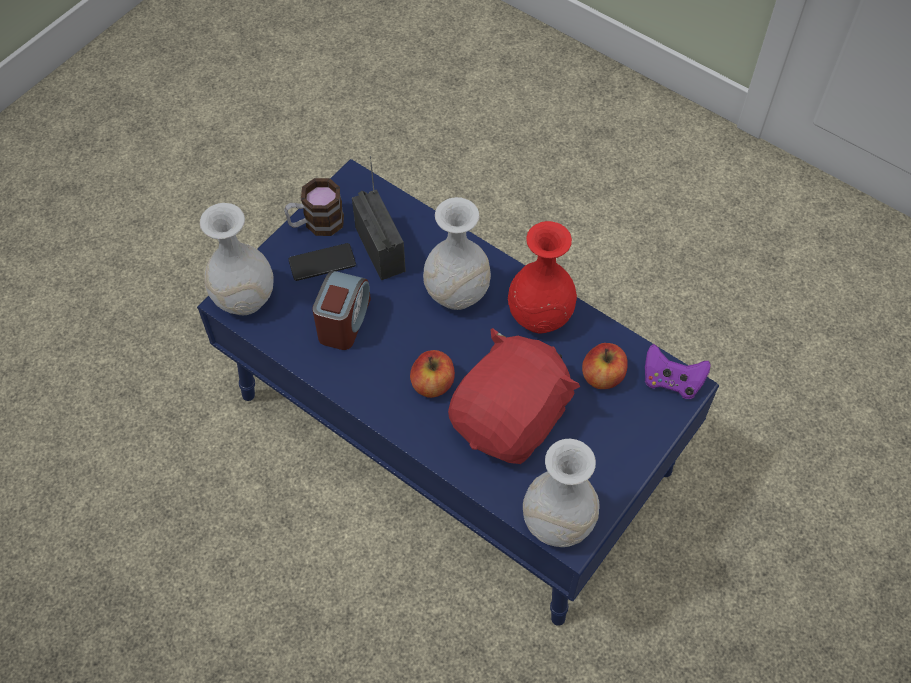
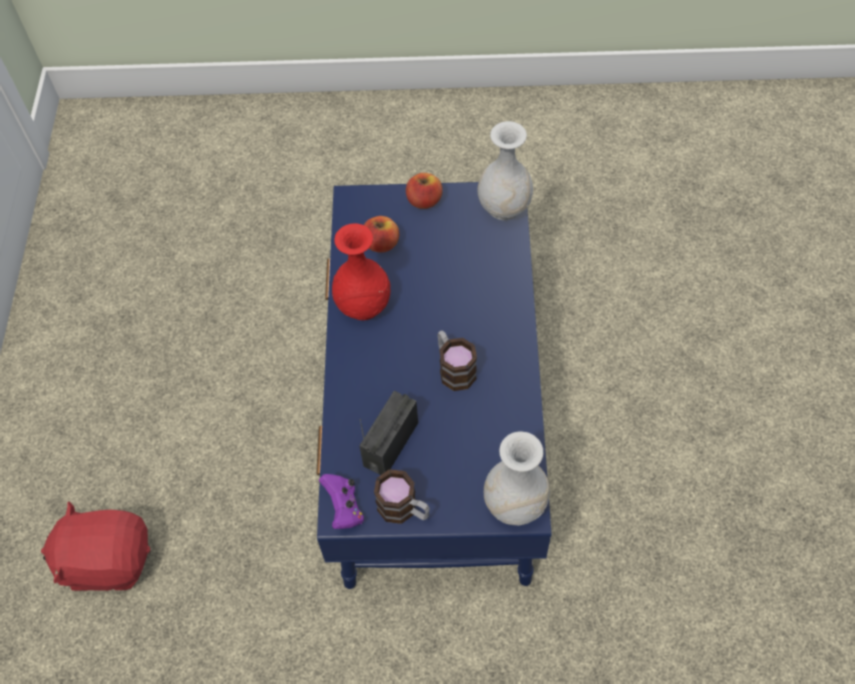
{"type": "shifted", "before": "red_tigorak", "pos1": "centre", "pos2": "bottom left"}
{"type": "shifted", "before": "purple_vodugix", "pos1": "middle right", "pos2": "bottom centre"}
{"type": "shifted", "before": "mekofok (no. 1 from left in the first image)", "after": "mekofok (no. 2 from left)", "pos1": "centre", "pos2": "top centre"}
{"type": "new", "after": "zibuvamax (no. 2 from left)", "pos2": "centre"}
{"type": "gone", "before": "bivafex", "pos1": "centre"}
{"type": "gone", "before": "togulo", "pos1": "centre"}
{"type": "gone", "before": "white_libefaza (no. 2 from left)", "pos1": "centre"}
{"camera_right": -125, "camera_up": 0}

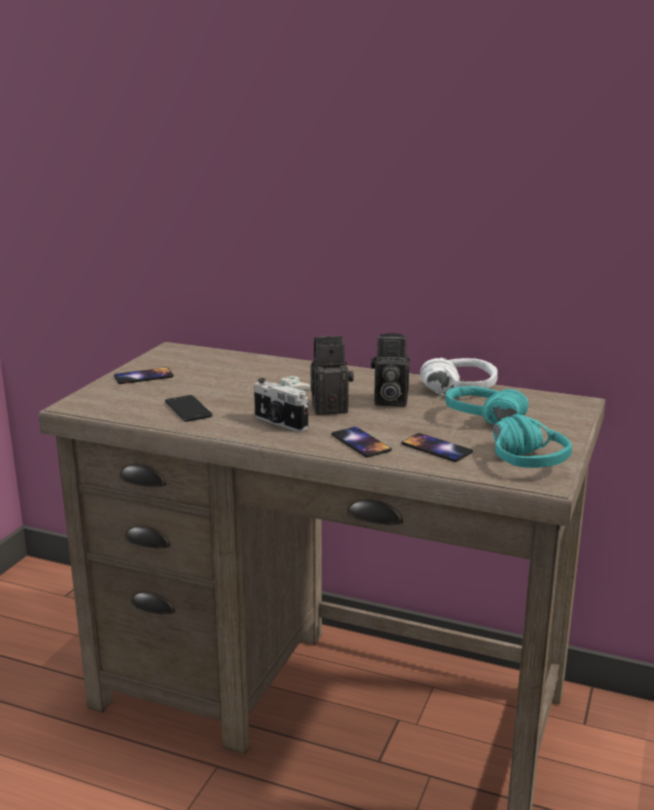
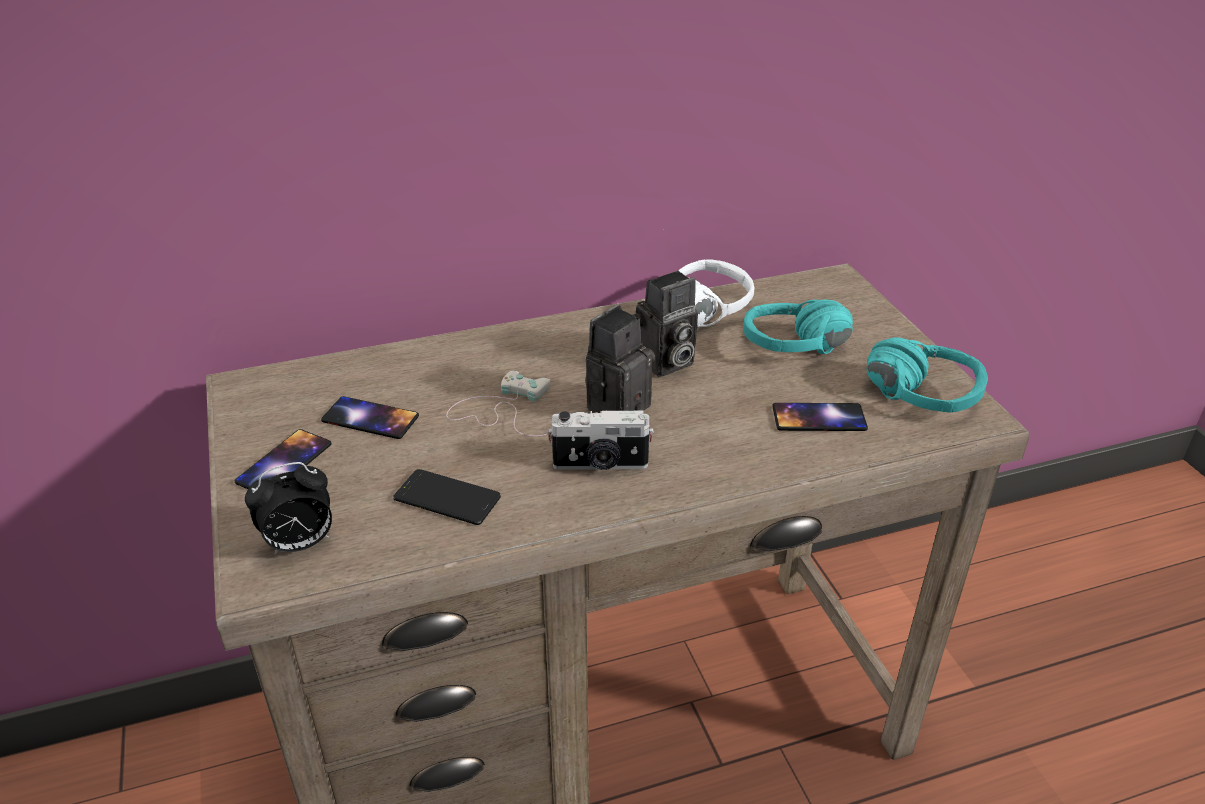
{"type": "new", "after": "togulo", "pos2": "middle left"}
{"type": "shifted", "before": "bivafex (no. 3 from left in the first image)", "after": "bivafex (no. 2 from left)", "pos1": "centre", "pos2": "middle left"}
{"camera_right": -40, "camera_up": 15}

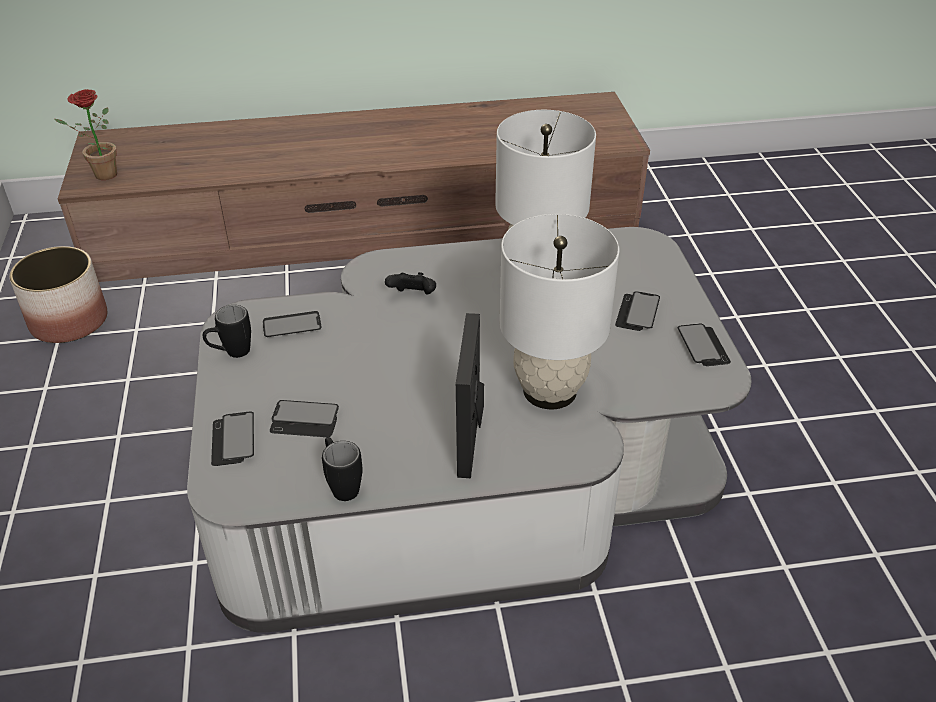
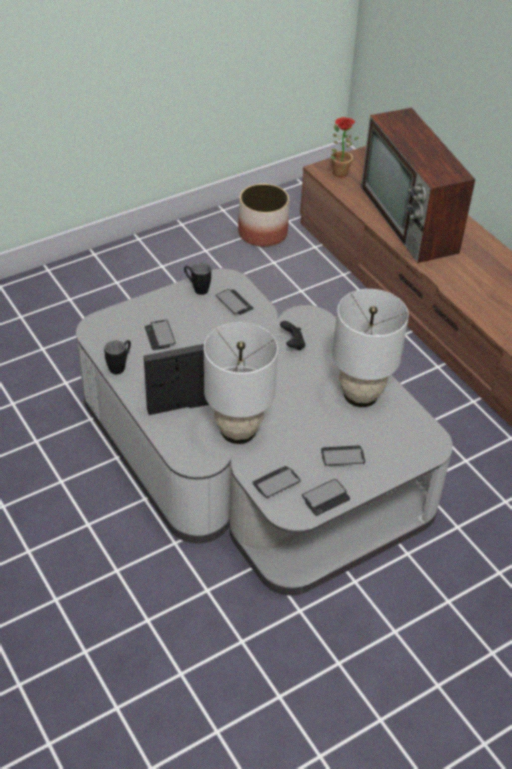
{"type": "shifted", "before": "bivafex (no. 1 from left in the first image)", "after": "bivafex (no. 3 from left)", "pos1": "middle left", "pos2": "centre"}
{"type": "new", "after": "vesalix", "pos2": "top right"}
{"camera_right": 65, "camera_up": 5}

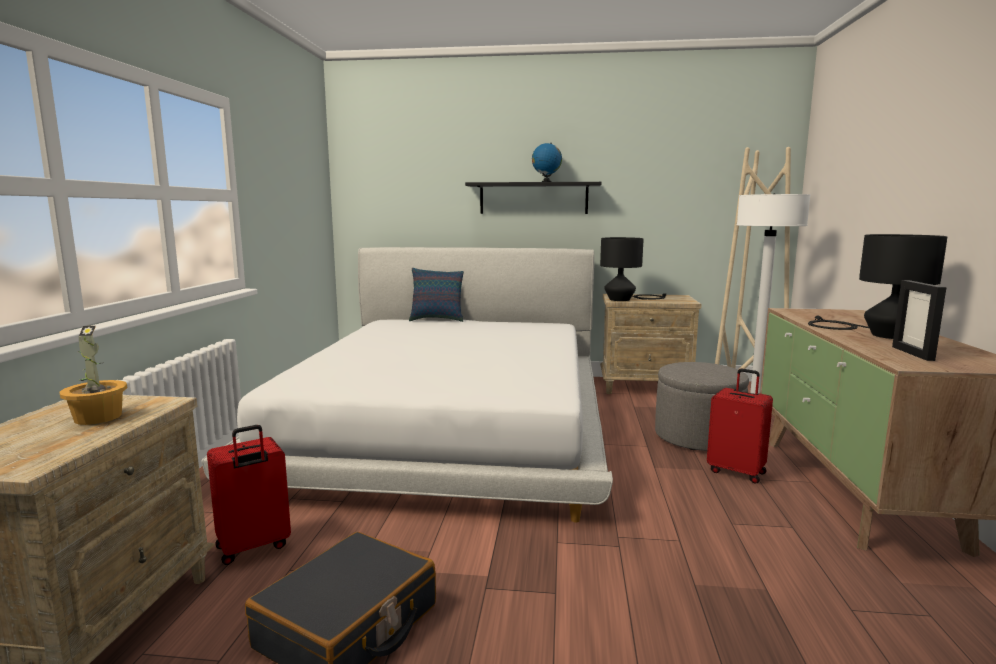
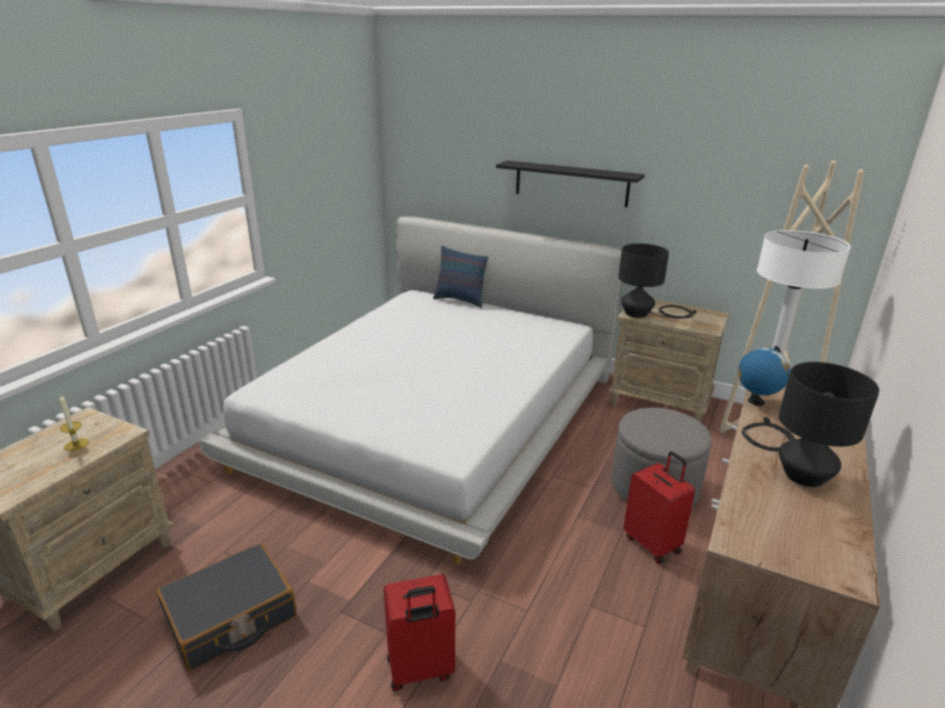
{"type": "swapped", "before": "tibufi", "after": "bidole", "pos1": "middle left", "pos2": "middle left"}
{"type": "shifted", "before": "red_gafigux (no. 1 from left)", "pos1": "bottom left", "pos2": "bottom centre"}
{"type": "shifted", "before": "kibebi", "pos1": "top centre", "pos2": "middle right"}
{"type": "gone", "before": "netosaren", "pos1": "middle right"}
{"camera_right": 20, "camera_up": 15}

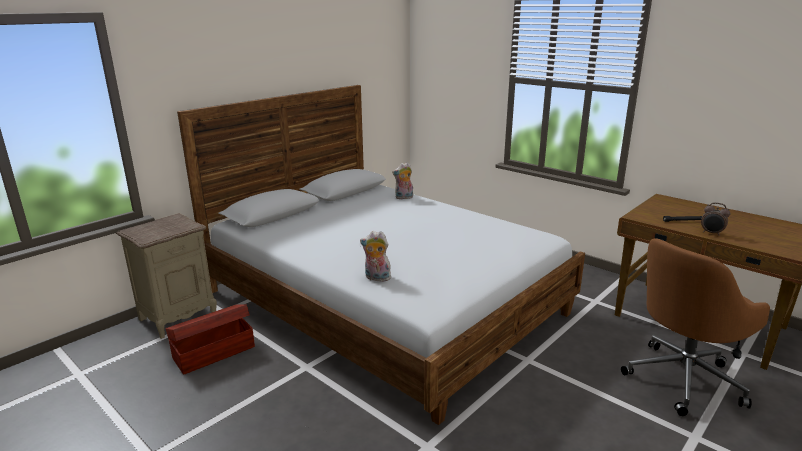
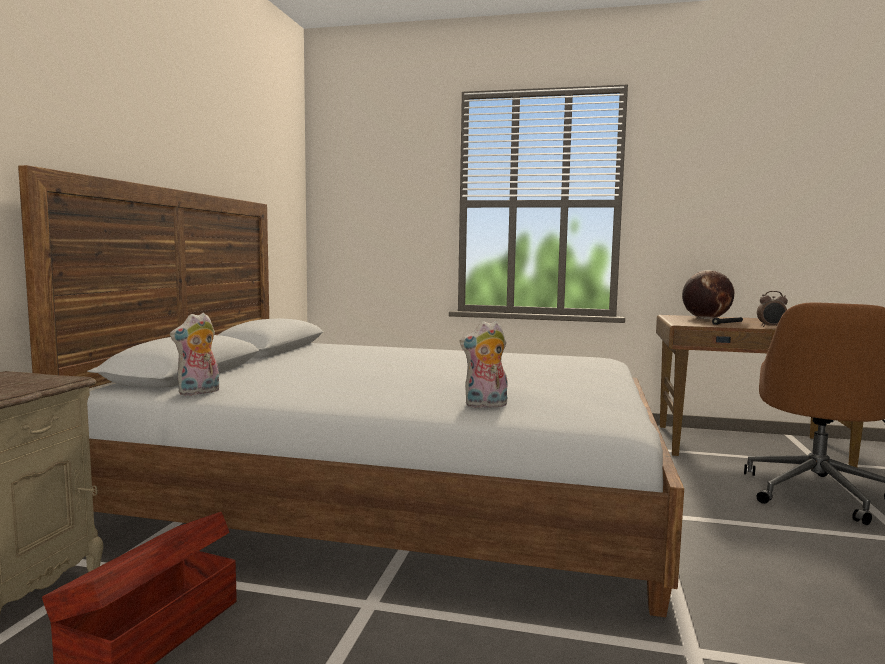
{"type": "shifted", "before": "tigorak (no. 2 from left in the first image)", "after": "tigorak (no. 1 from left)", "pos1": "centre", "pos2": "middle left"}
{"type": "new", "after": "kibebi", "pos2": "middle right"}
{"camera_right": -30, "camera_up": -15}

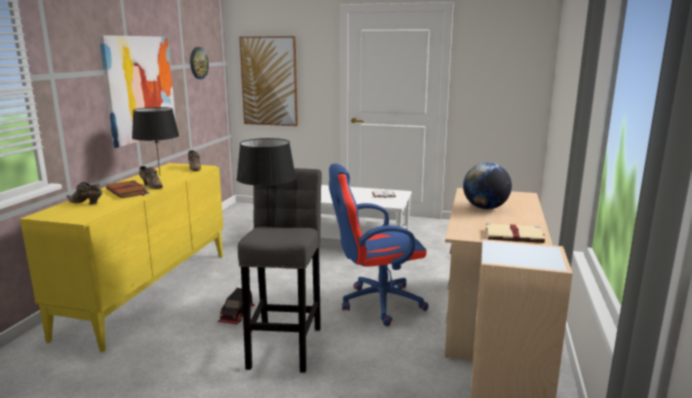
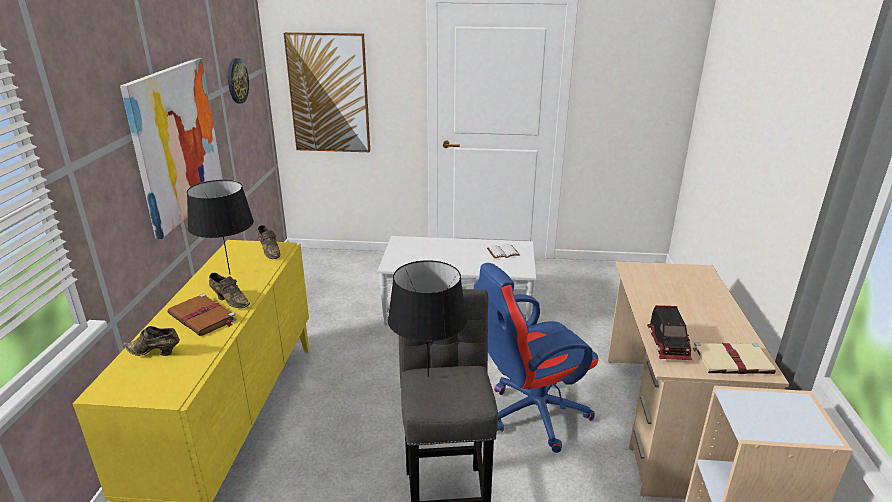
{"type": "shifted", "before": "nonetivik", "pos1": "bottom centre", "pos2": "middle right"}
{"type": "gone", "before": "kibebi", "pos1": "middle right"}
{"camera_right": -10, "camera_up": 10}

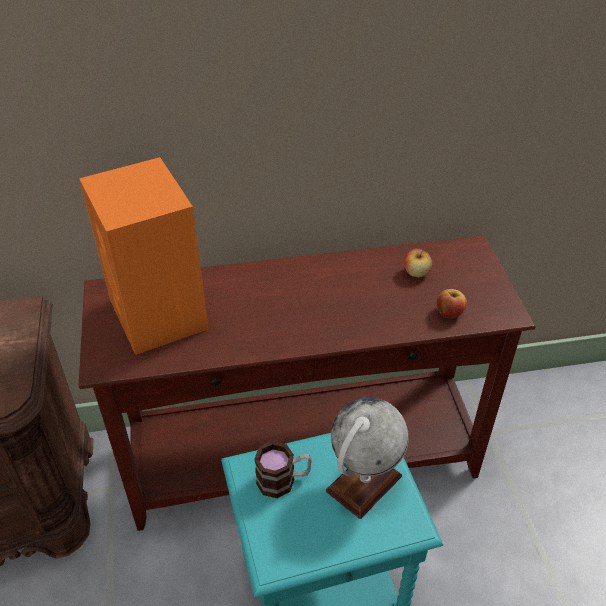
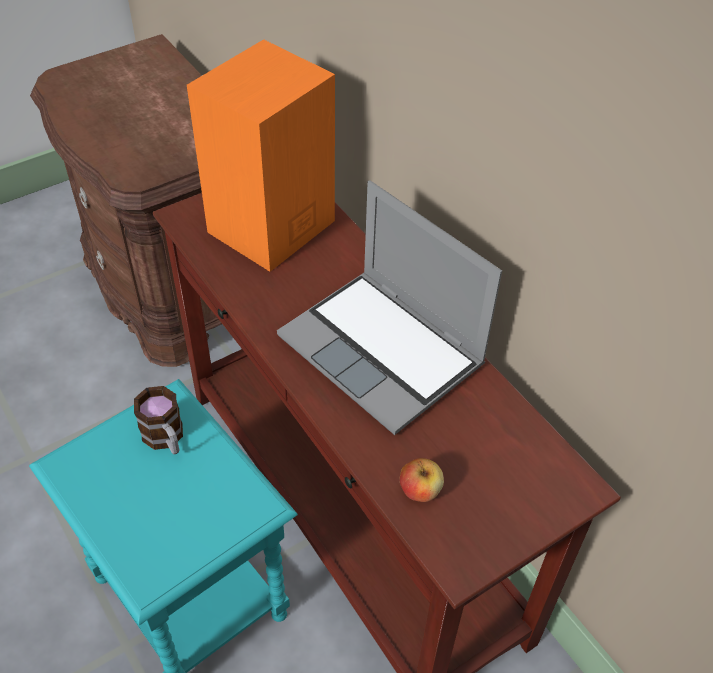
{"type": "new", "after": "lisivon", "pos2": "centre"}
{"type": "gone", "before": "kibebi", "pos1": "bottom centre"}
{"type": "gone", "before": "mekofok (no. 1 from left)", "pos1": "middle right"}
{"camera_right": 65, "camera_up": 5}

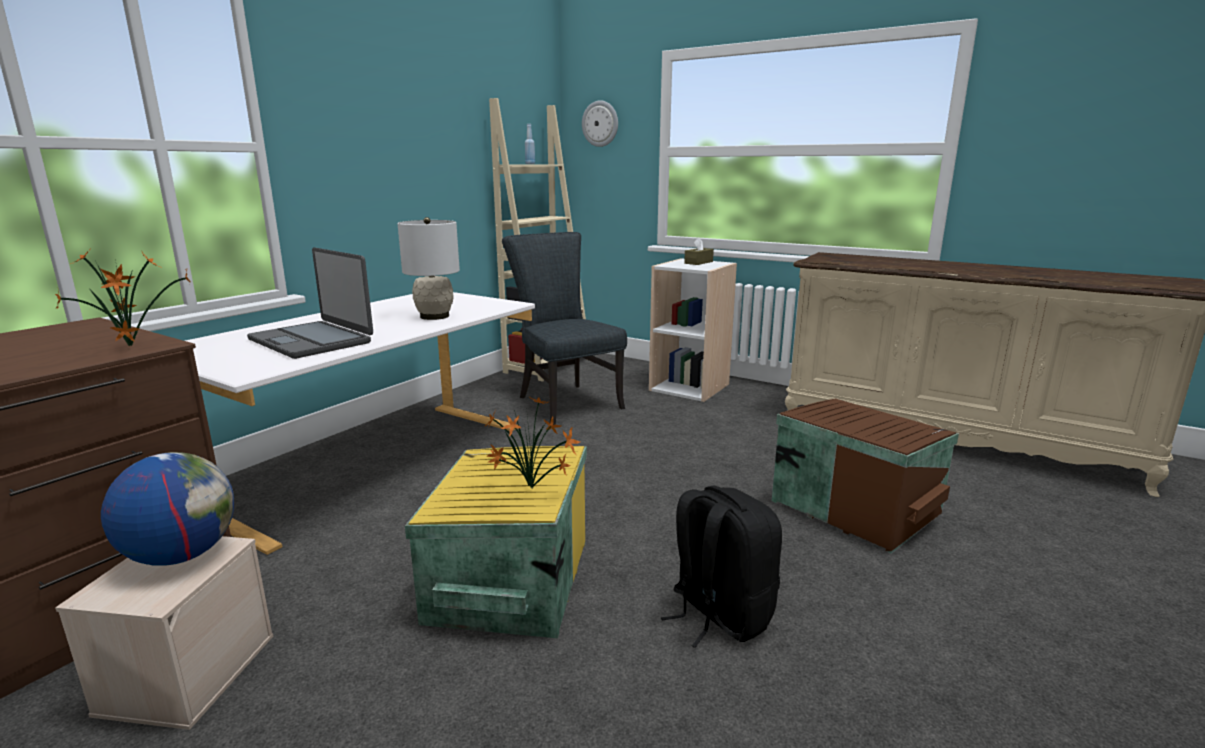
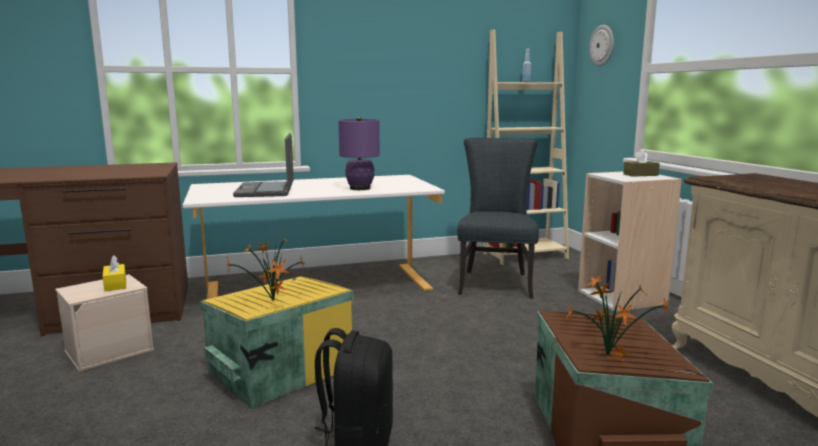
{"type": "swapped", "before": "kibebi", "after": "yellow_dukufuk", "pos1": "bottom left", "pos2": "middle left"}
{"type": "repainted", "before": "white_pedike", "after": "purple_pedike", "pos1": "centre", "pos2": "centre"}
{"type": "shifted", "before": "tibufi (no. 1 from left in the first image)", "after": "tibufi (no. 2 from left)", "pos1": "middle left", "pos2": "bottom right"}
{"camera_right": 40, "camera_up": -5}

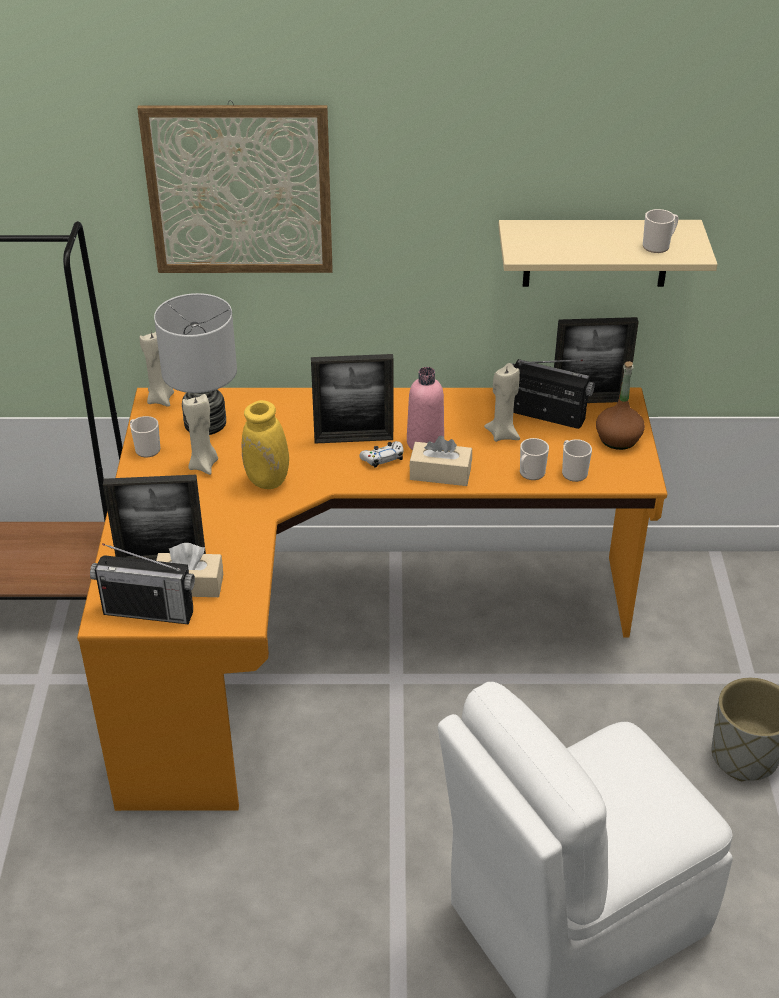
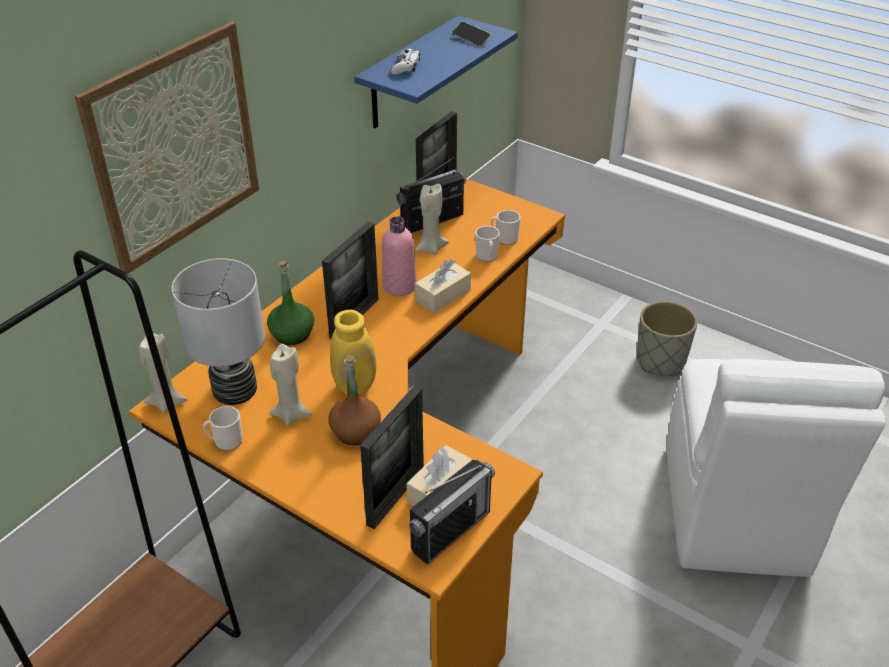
{"type": "new", "after": "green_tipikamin", "pos2": "middle left"}
{"type": "shifted", "before": "brown_tipikamin", "pos1": "middle right", "pos2": "centre"}
{"type": "repainted", "before": "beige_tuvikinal", "after": "blue_tuvikinal", "pos1": "top right", "pos2": "top centre"}
{"type": "shifted", "before": "white_vodugix", "pos1": "centre", "pos2": "top centre"}
{"type": "swapped", "before": "zibuvamax (no. 4 from left)", "after": "bivafex", "pos1": "top right", "pos2": "top centre"}
{"camera_right": -55, "camera_up": 0}

